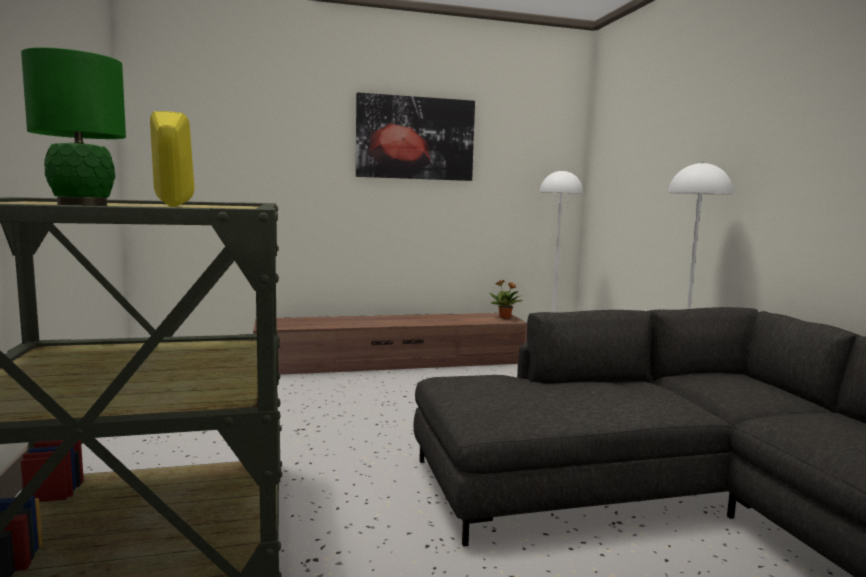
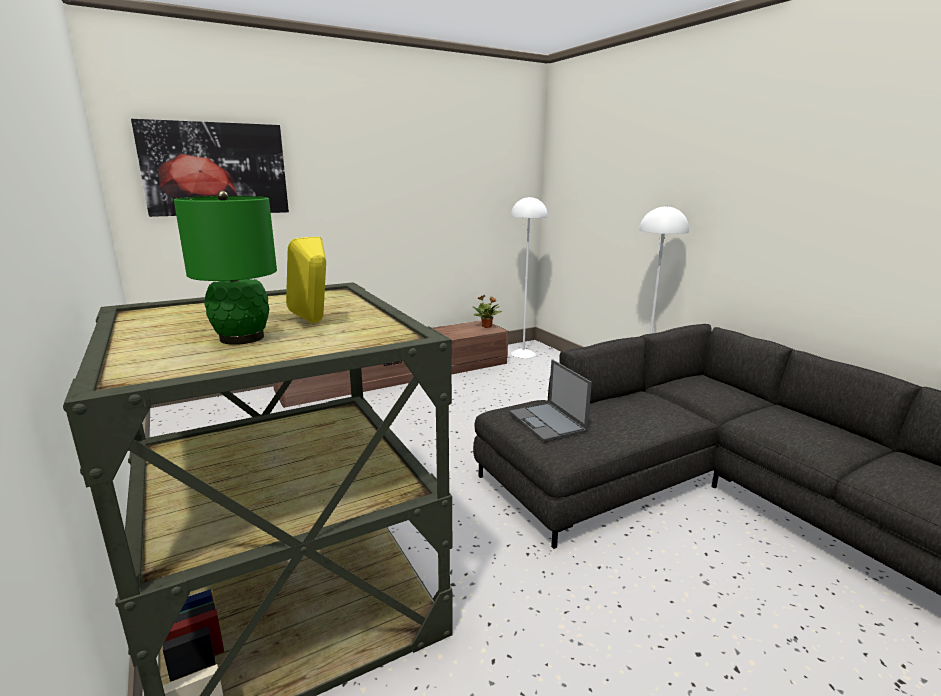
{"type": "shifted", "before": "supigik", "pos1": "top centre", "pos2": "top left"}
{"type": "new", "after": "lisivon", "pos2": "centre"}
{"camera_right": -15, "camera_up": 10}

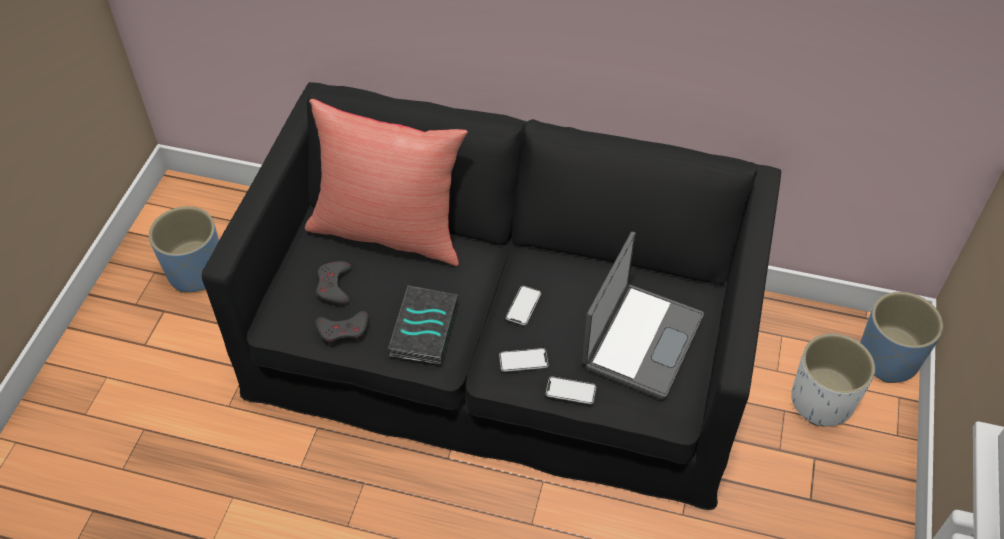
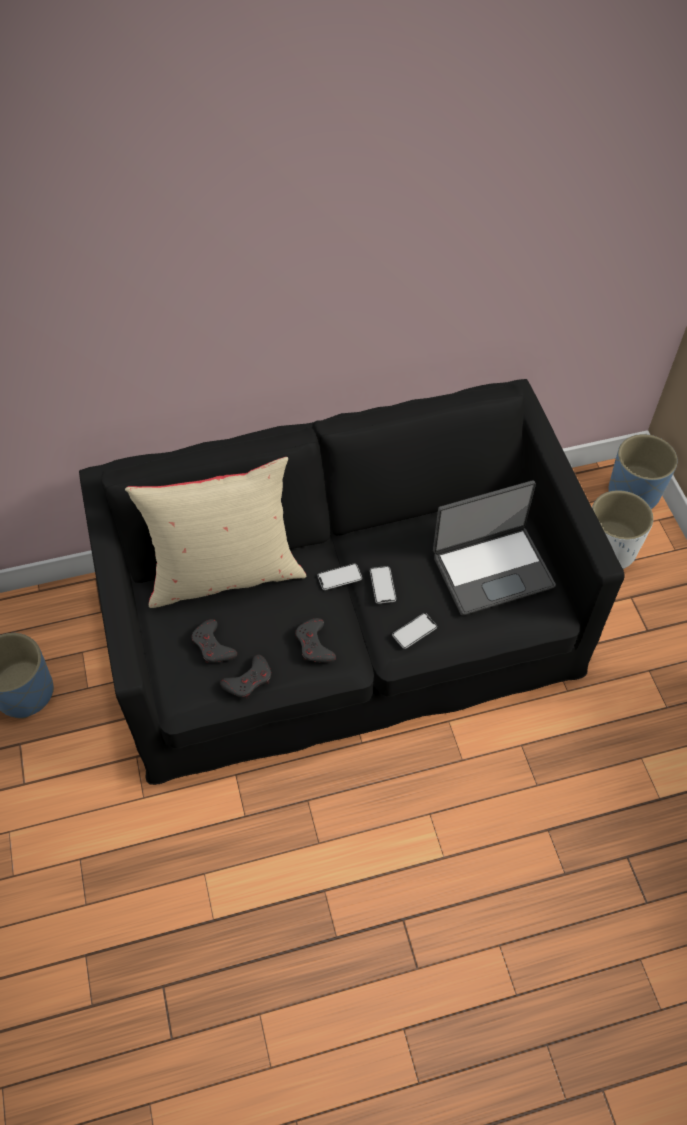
{"type": "repainted", "before": "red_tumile", "after": "beige_tumile", "pos1": "centre", "pos2": "middle left"}
{"type": "swapped", "before": "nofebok", "after": "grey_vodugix (no. 3 from left)", "pos1": "centre", "pos2": "centre"}
{"type": "shifted", "before": "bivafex (no. 3 from left in the first image)", "after": "bivafex (no. 1 from left)", "pos1": "bottom centre", "pos2": "centre"}
{"type": "rotated", "before": "lisivon", "pos1": "centre", "pos2": "middle right", "turn": 75}
{"camera_right": -30, "camera_up": 5}

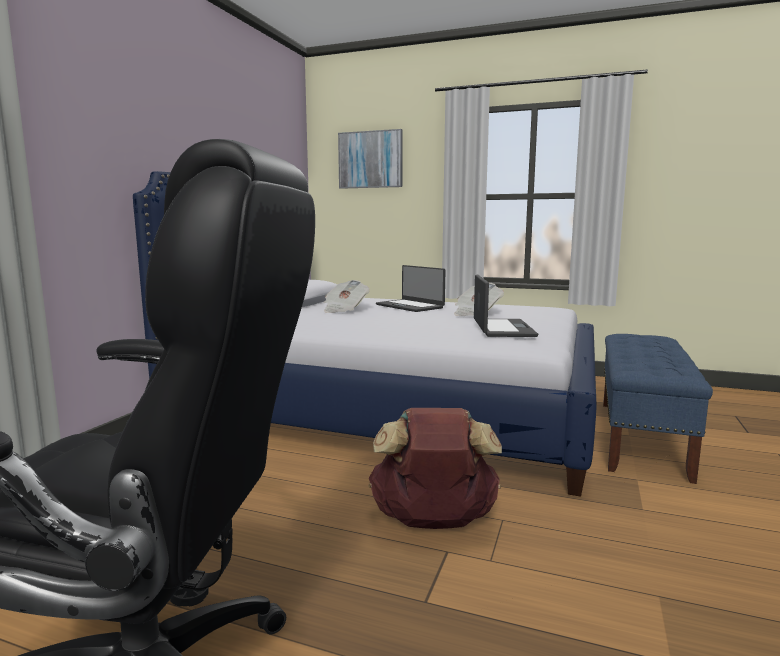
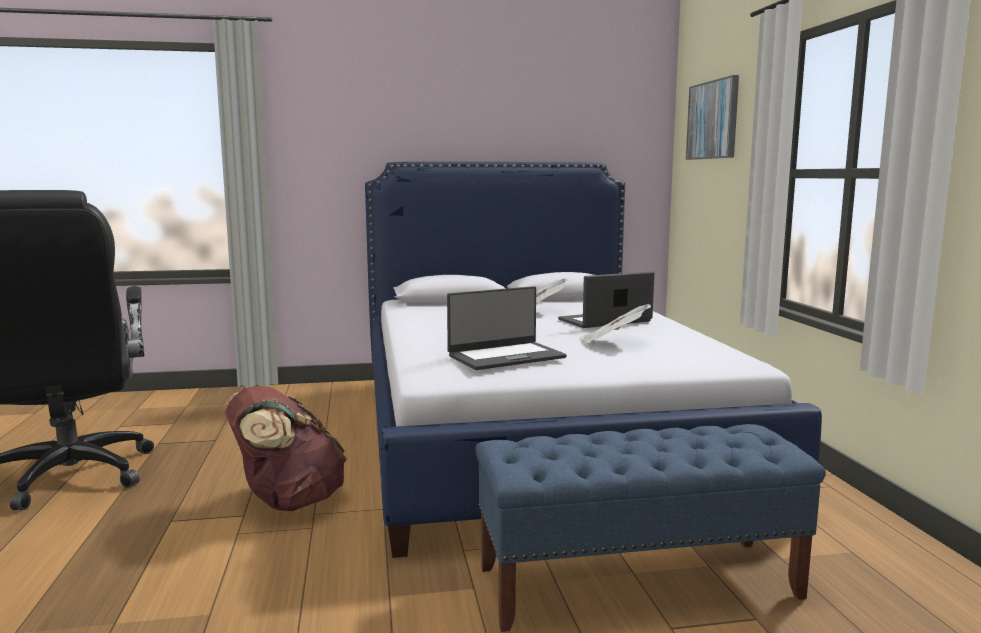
{"type": "rotated", "before": "lisivon (no. 1 from left in the first image)", "pos1": "centre", "pos2": "centre", "turn": 45}
{"camera_right": 60, "camera_up": 0}

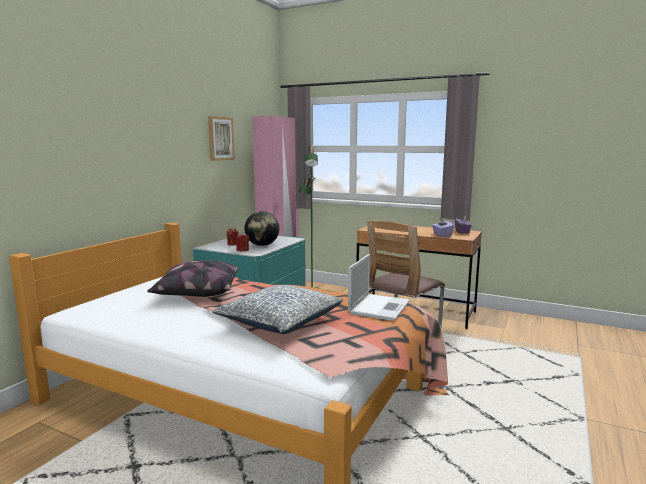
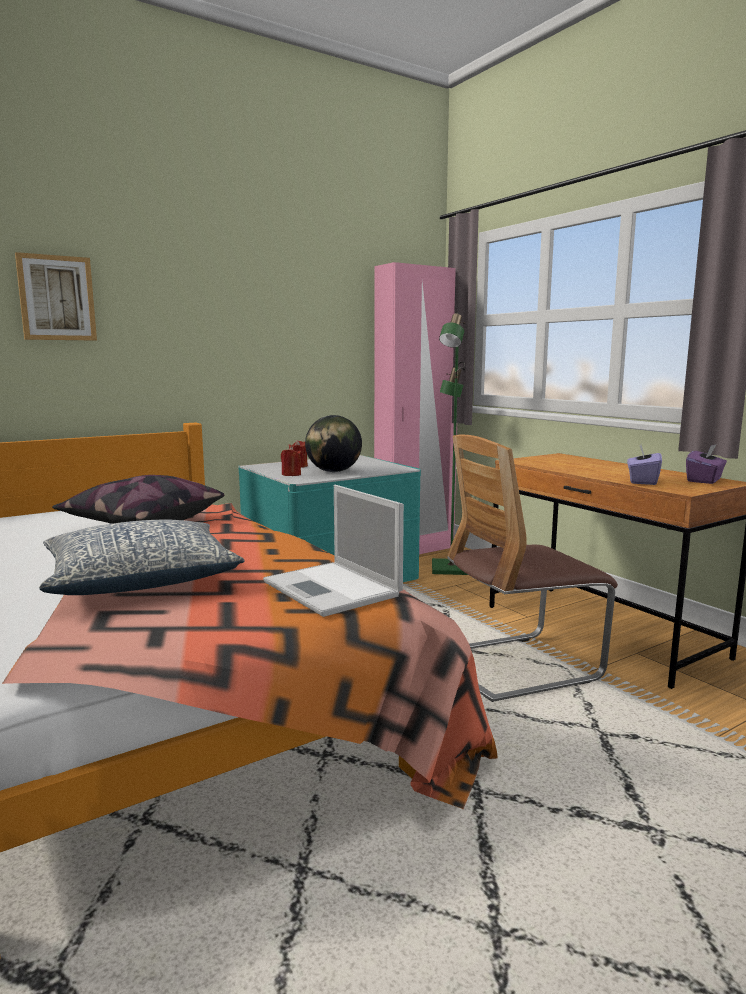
{"type": "shifted", "before": "supigik", "pos1": "top centre", "pos2": "top left"}
{"type": "rotated", "before": "lisivon", "pos1": "centre", "pos2": "centre", "turn": 90}
{"camera_right": 30, "camera_up": 0}

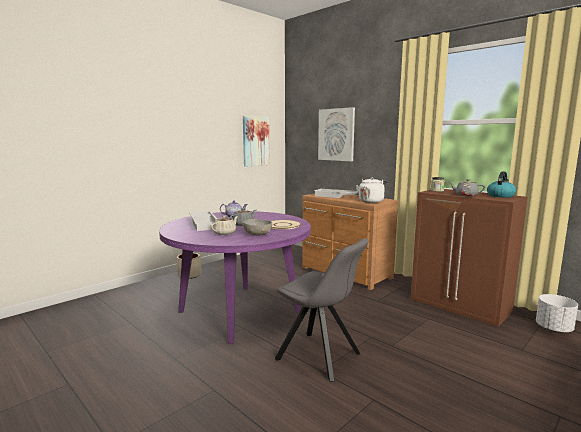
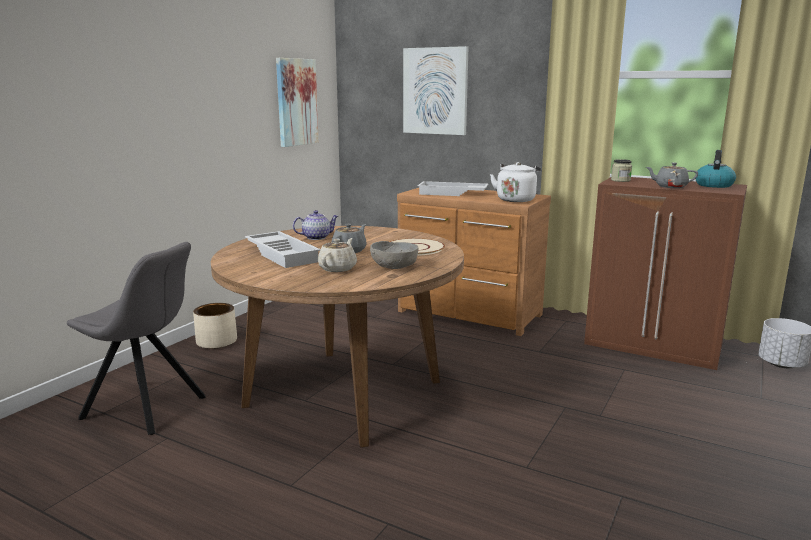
{"type": "shifted", "before": "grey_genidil", "pos1": "bottom centre", "pos2": "middle left"}
{"type": "repainted", "before": "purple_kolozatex", "after": "brown_kolozatex", "pos1": "centre", "pos2": "centre"}
{"camera_right": -15, "camera_up": 5}

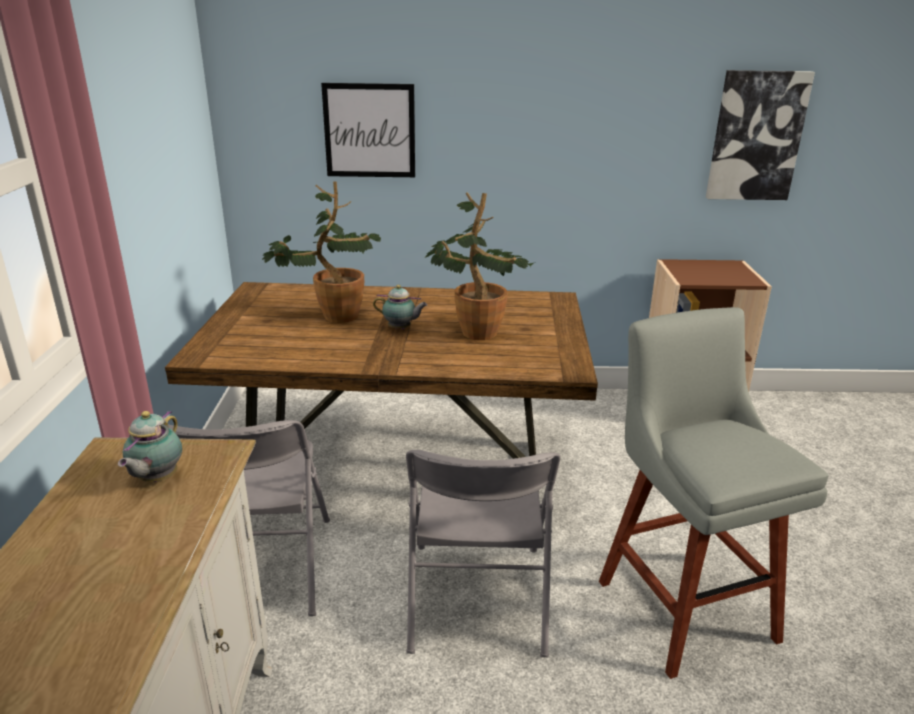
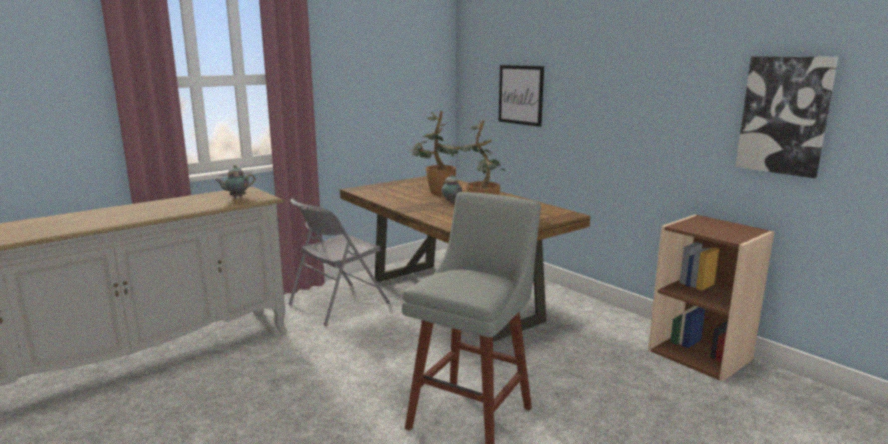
{"type": "gone", "before": "grey_genidil (no. 2 from left)", "pos1": "bottom centre"}
{"camera_right": 50, "camera_up": -10}

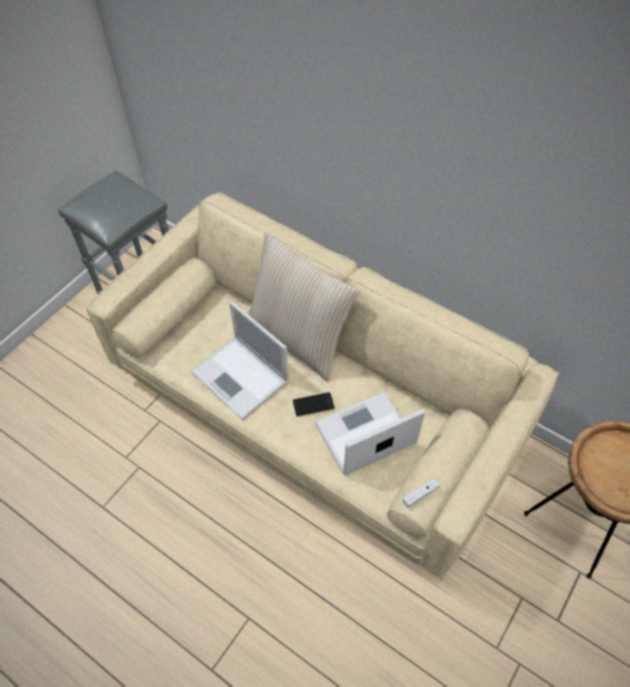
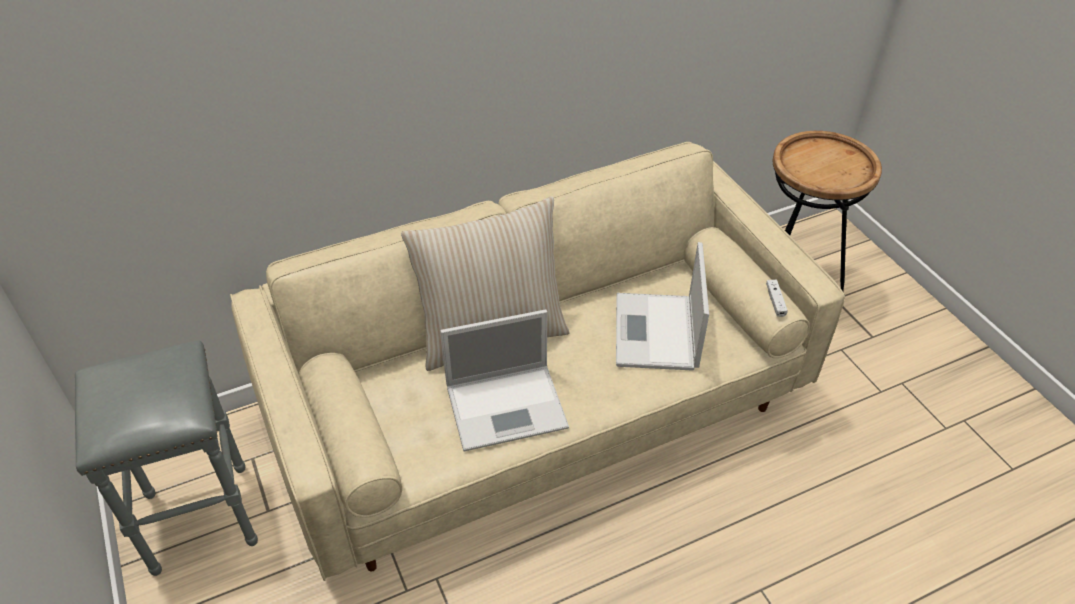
{"type": "gone", "before": "bivafex", "pos1": "centre"}
{"camera_right": -60, "camera_up": -10}

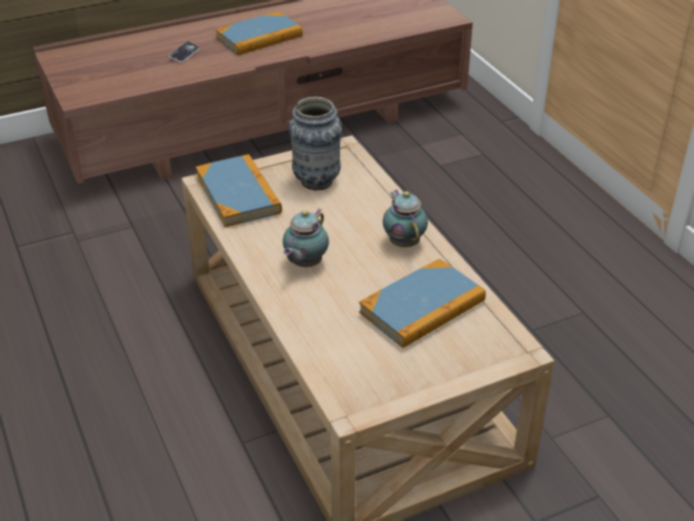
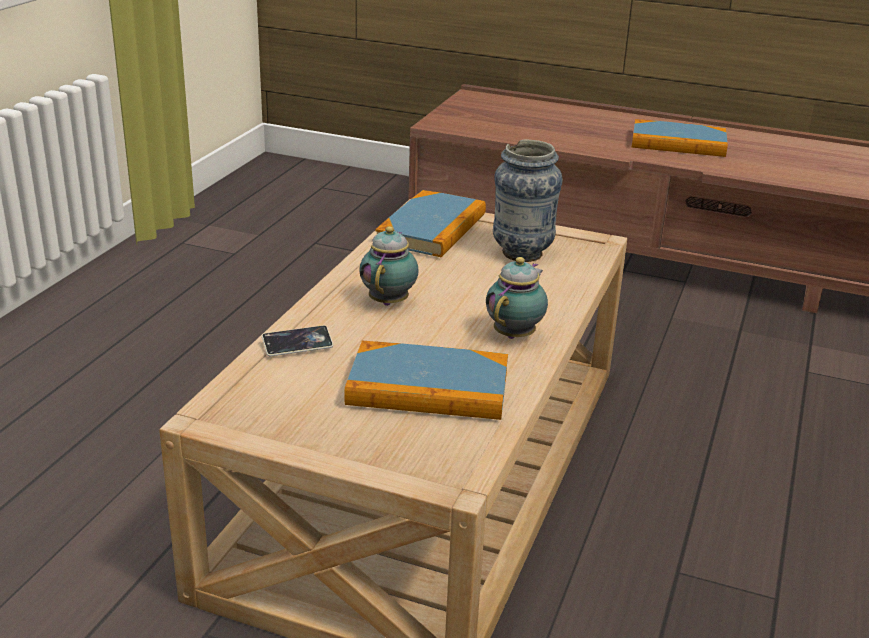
{"type": "shifted", "before": "bivafex", "pos1": "top left", "pos2": "centre"}
{"type": "rotated", "before": "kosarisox (no. 1 from left)", "pos1": "centre", "pos2": "centre", "turn": 120}
{"camera_right": 45, "camera_up": -10}

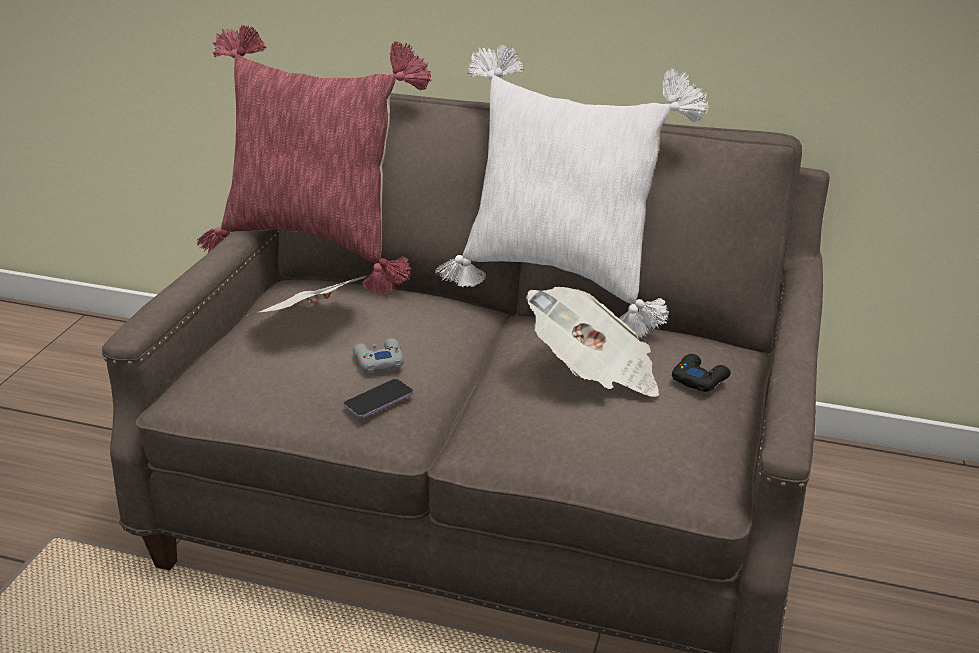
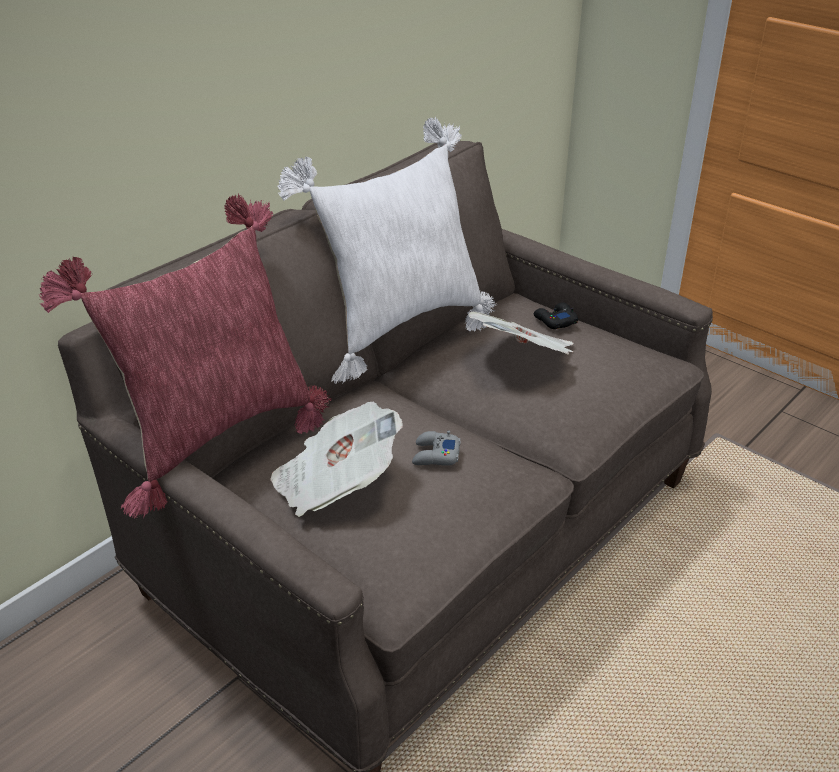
{"type": "gone", "before": "bivafex", "pos1": "centre"}
{"camera_right": -65, "camera_up": 5}

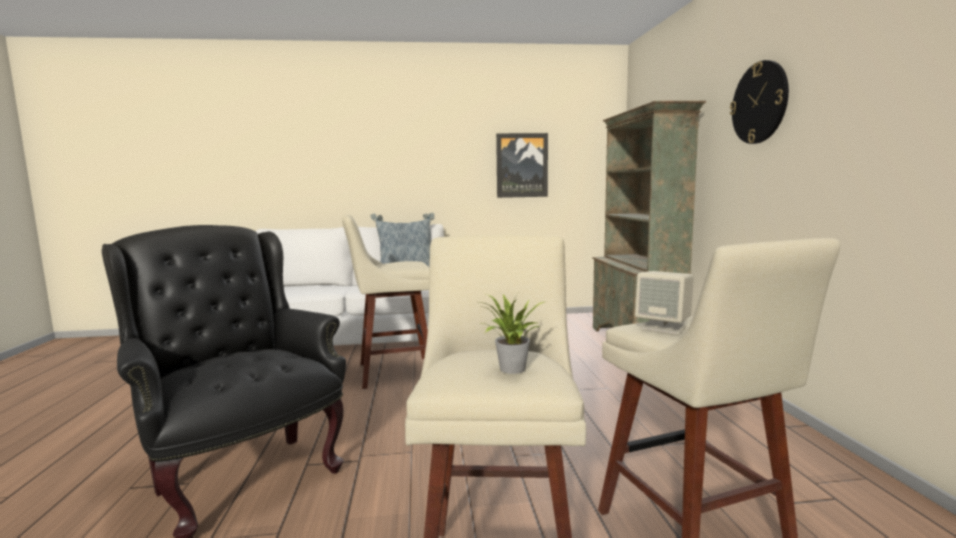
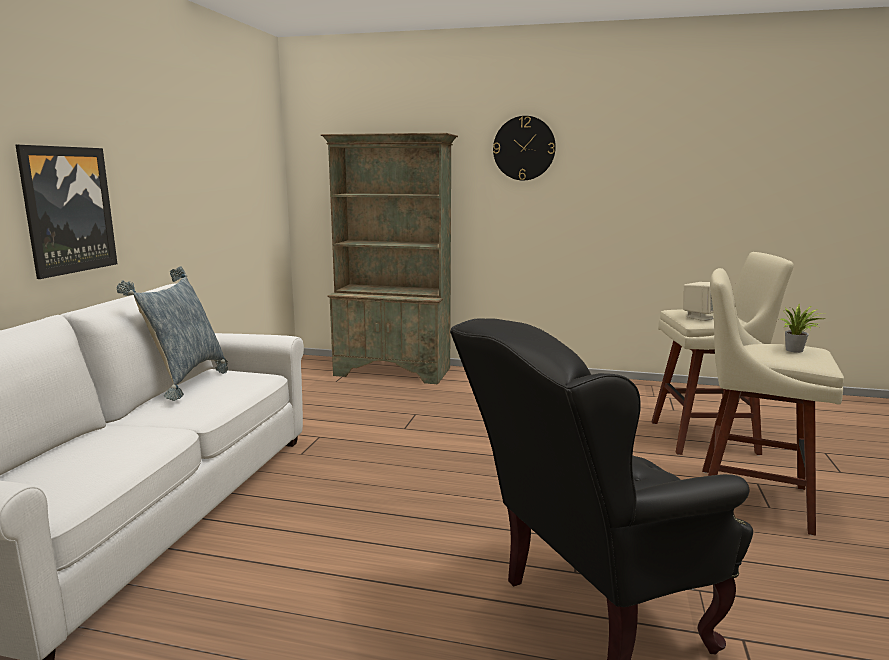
{"type": "shifted", "before": "supigik", "pos1": "top centre", "pos2": "top left"}
{"type": "gone", "before": "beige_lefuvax (no. 1 from left)", "pos1": "centre"}
{"camera_right": -70, "camera_up": 5}

